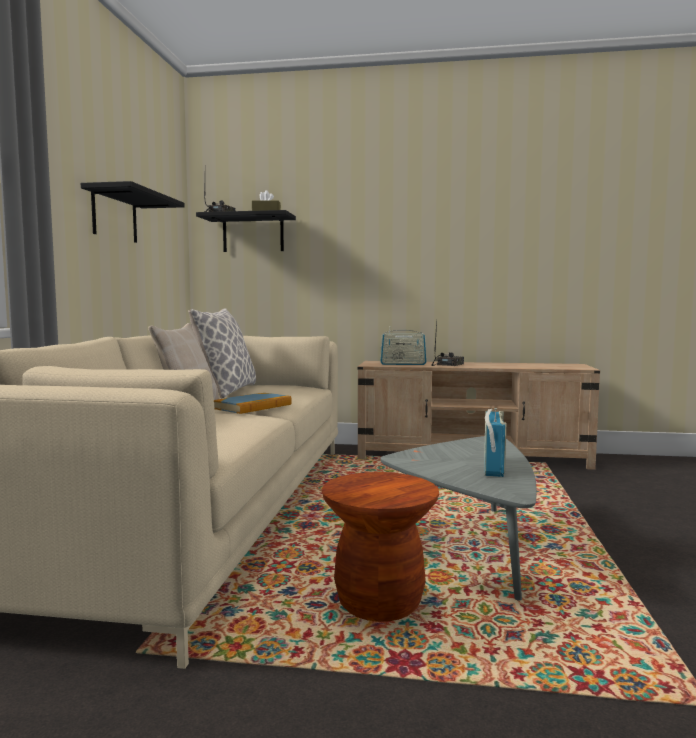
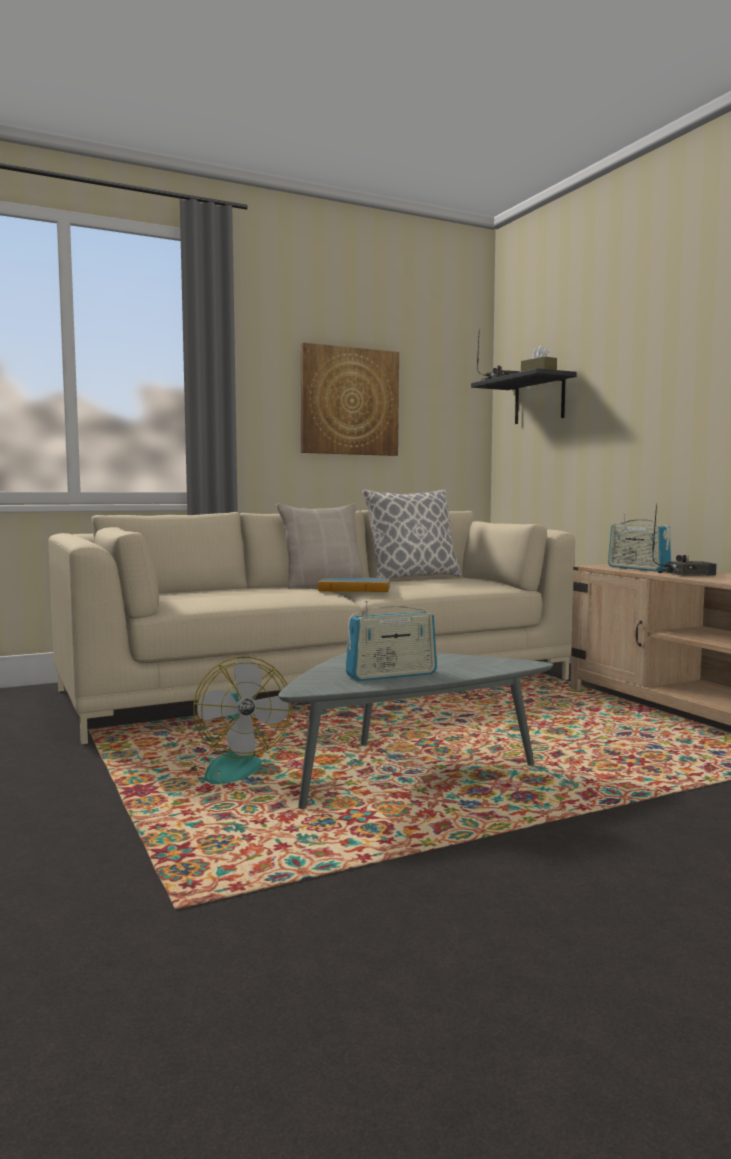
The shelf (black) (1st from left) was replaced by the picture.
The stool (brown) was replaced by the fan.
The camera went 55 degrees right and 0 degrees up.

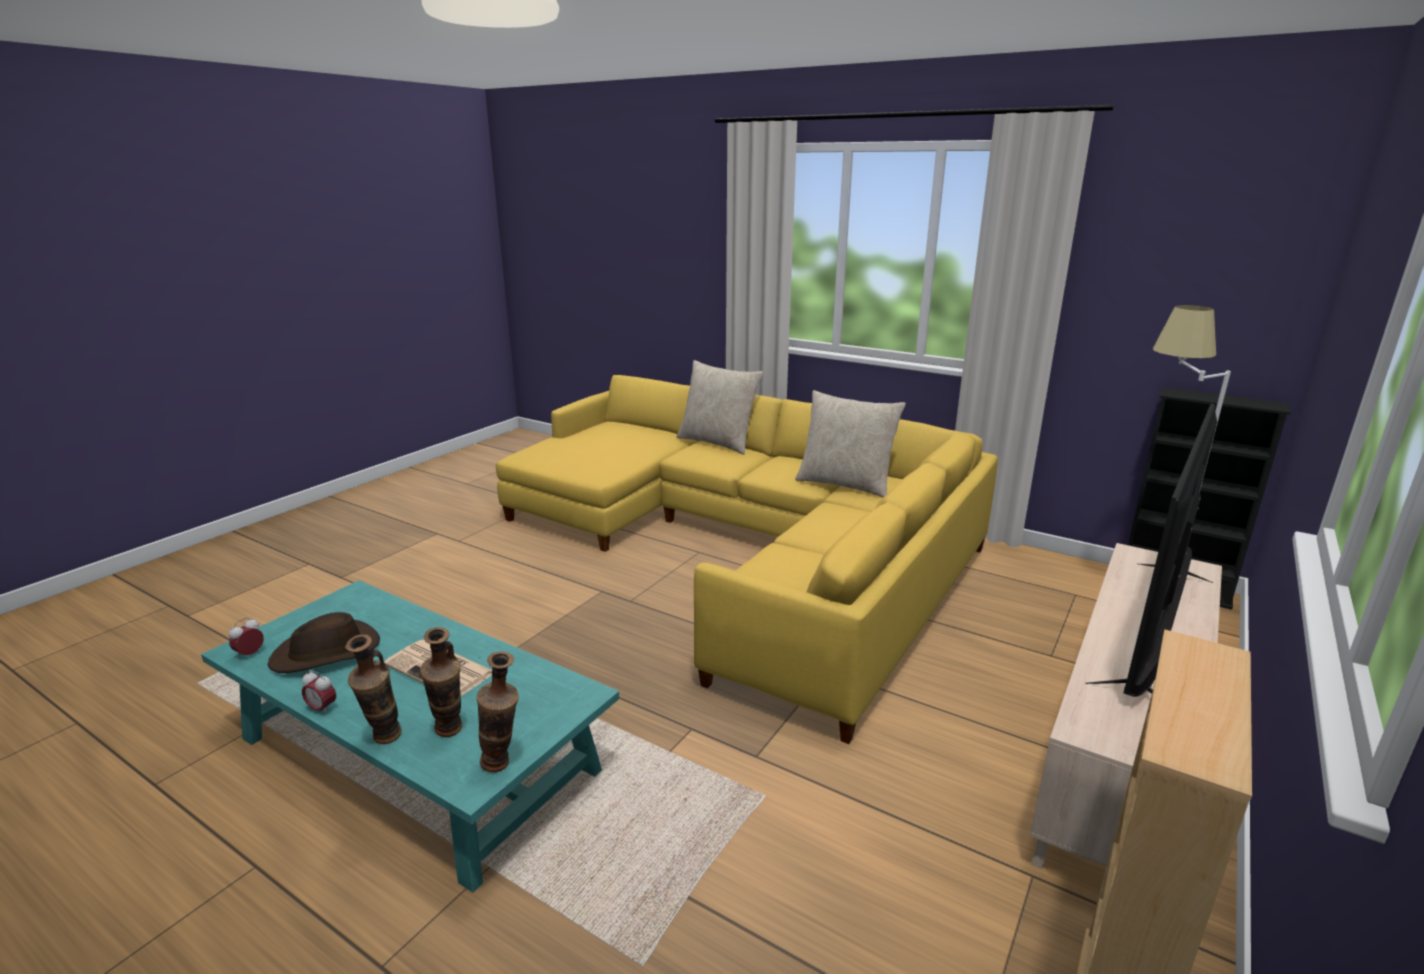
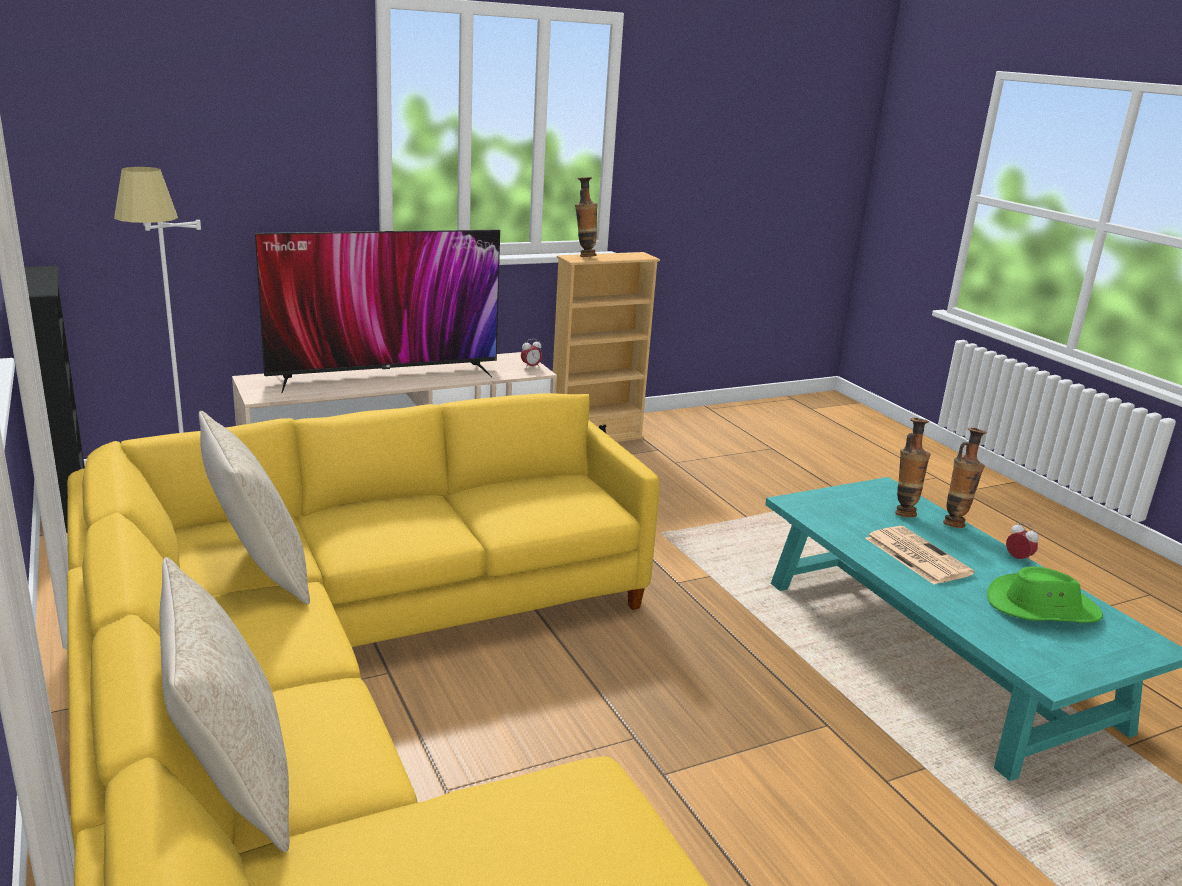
The alarm clock (1st from left) moved.
The hat (brown) became the hat (green).
The vase (3rd from left in the first image) moved.
The camera went 150 degrees left and 0 degrees up.

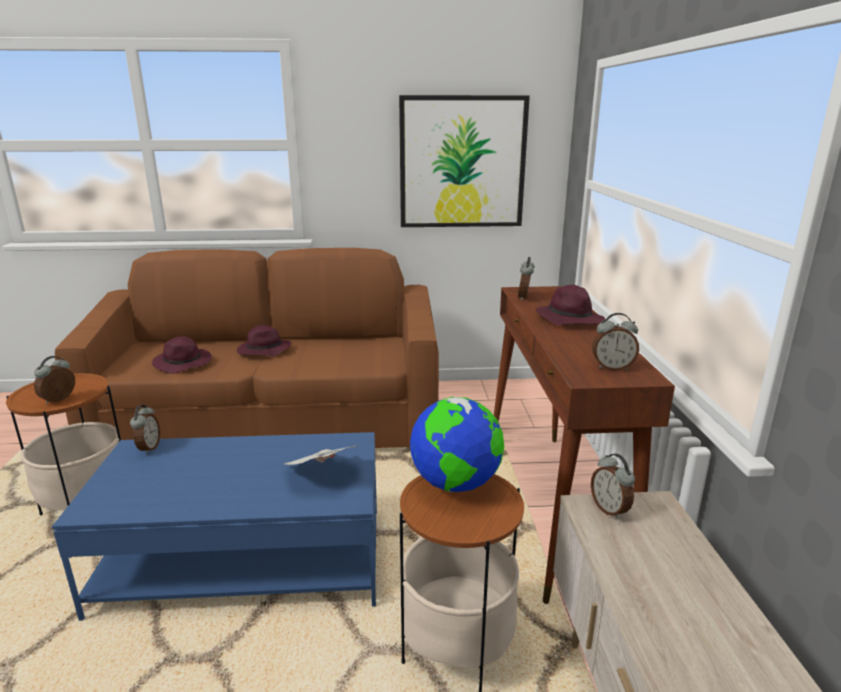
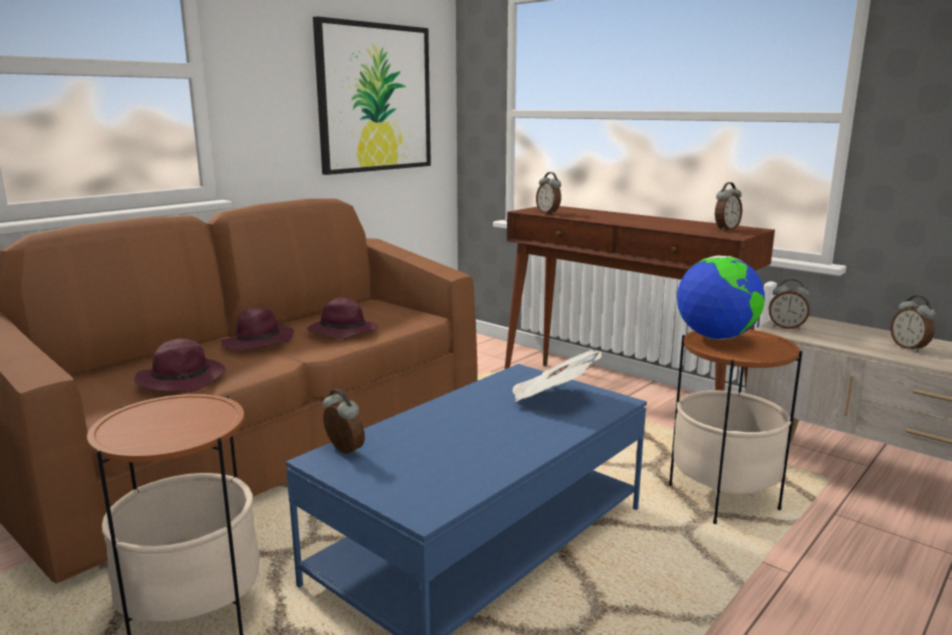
The alarm clock (1st from left in the first image) moved.
The hat (purple) (3rd from left) moved.
The camera went 45 degrees left and 5 degrees down.

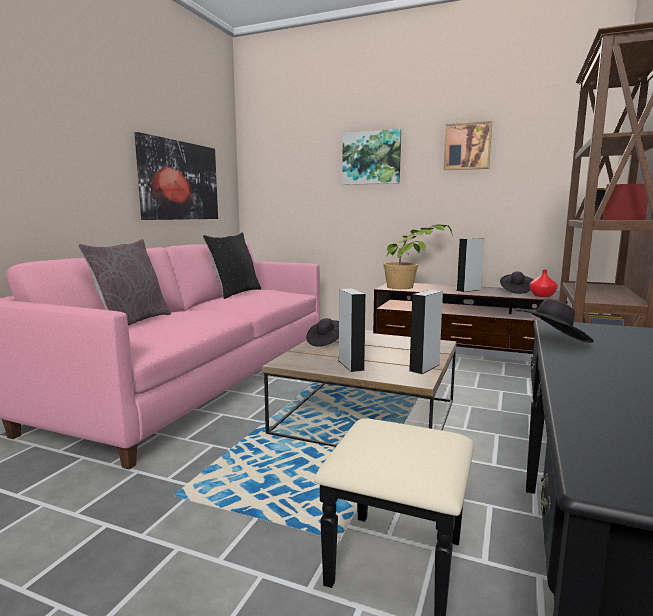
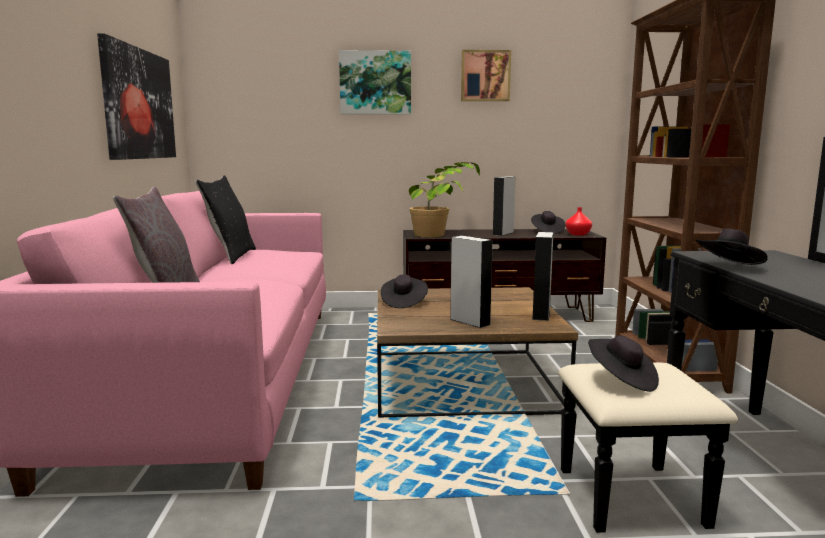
The hat (black) (3rd from left) appeared.
The camera went 25 degrees left and 0 degrees up.

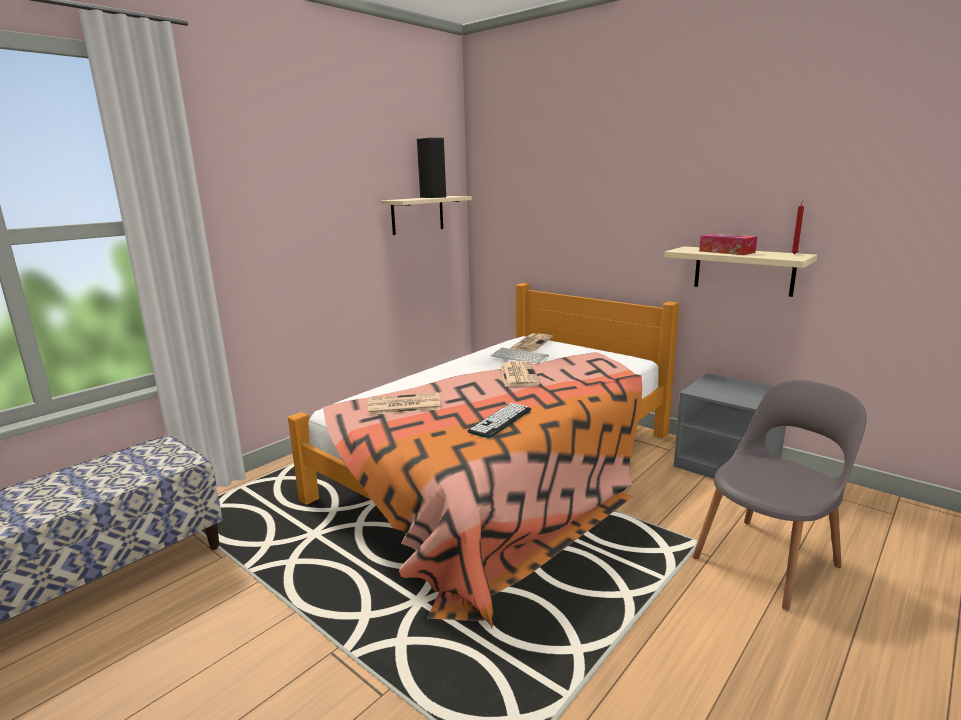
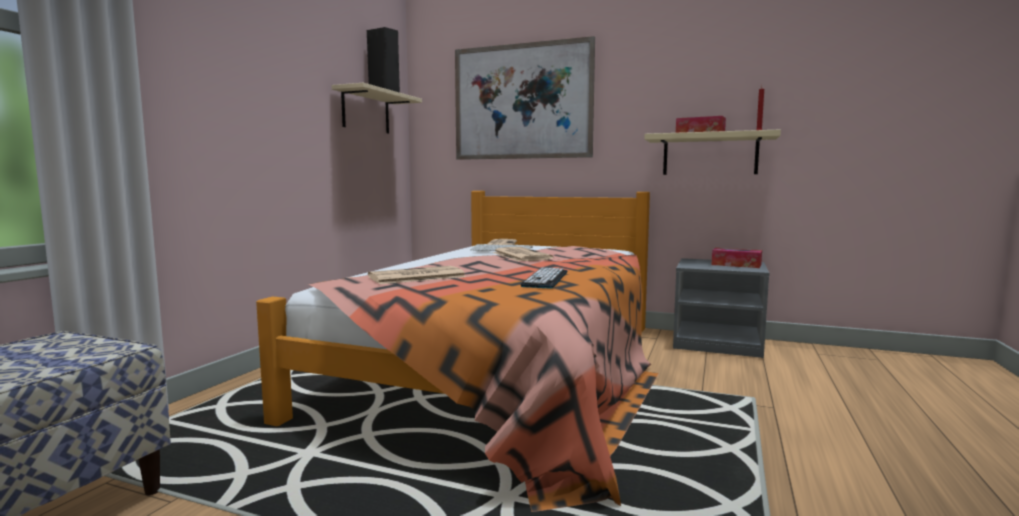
The chair (grey) disappeared.
The picture appeared.
The tissue box (2nd from left) appeared.
The camera went 20 degrees left and 10 degrees down.

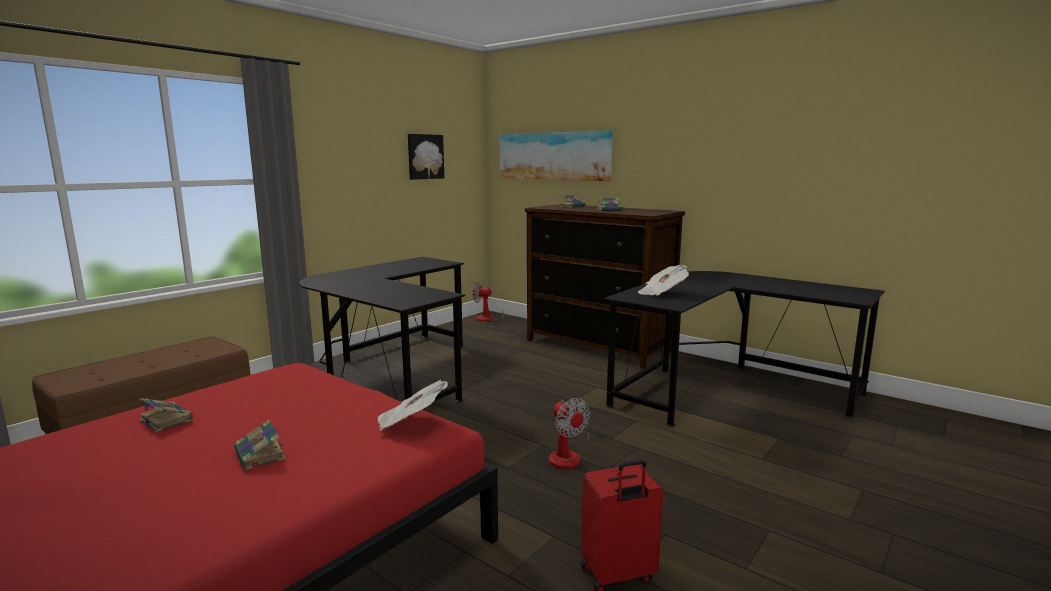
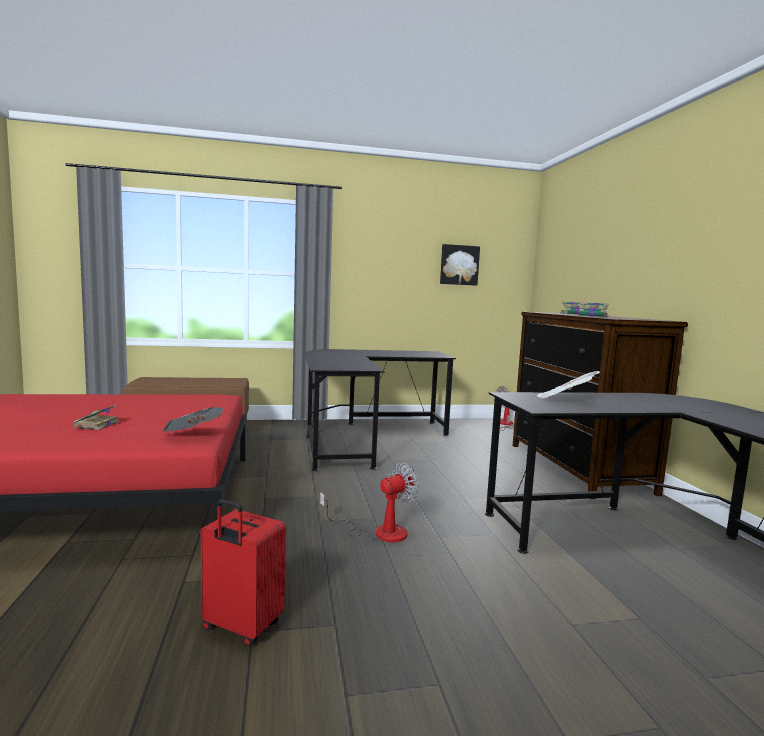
The book (1st from left) disappeared.
The picture (2nd from left) disappeared.
The fan (2nd from left in the first image) turned 135 degrees counterclockwise.
The camera went 40 degrees right and 5 degrees down.

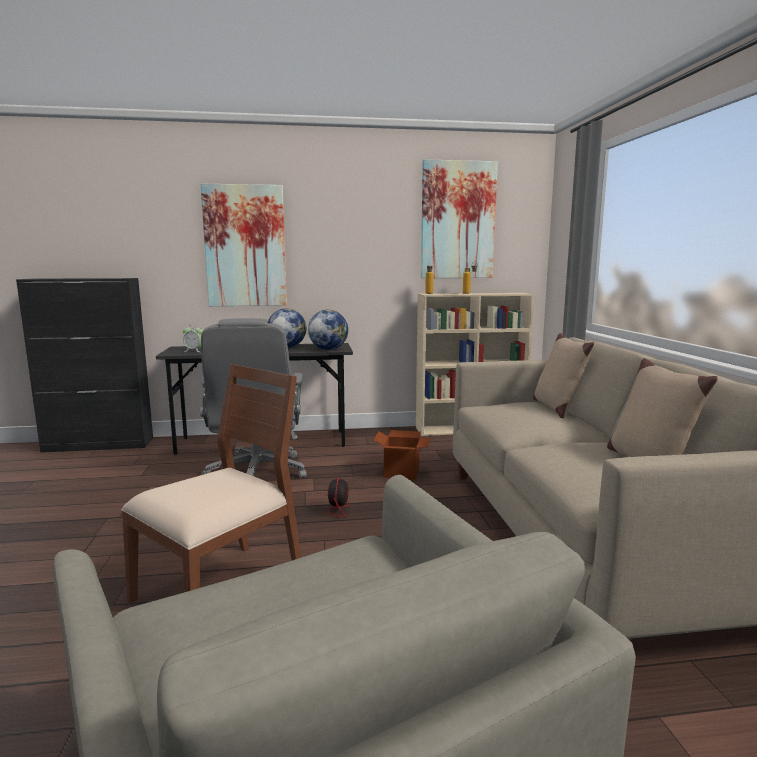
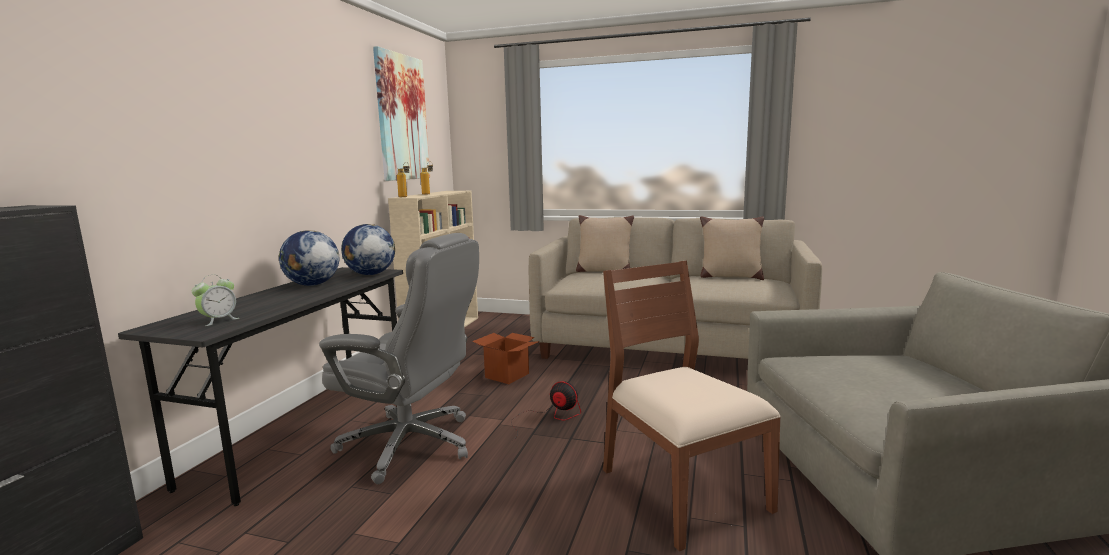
The picture (1st from left) disappeared.
The camera went 65 degrees left and 0 degrees up.

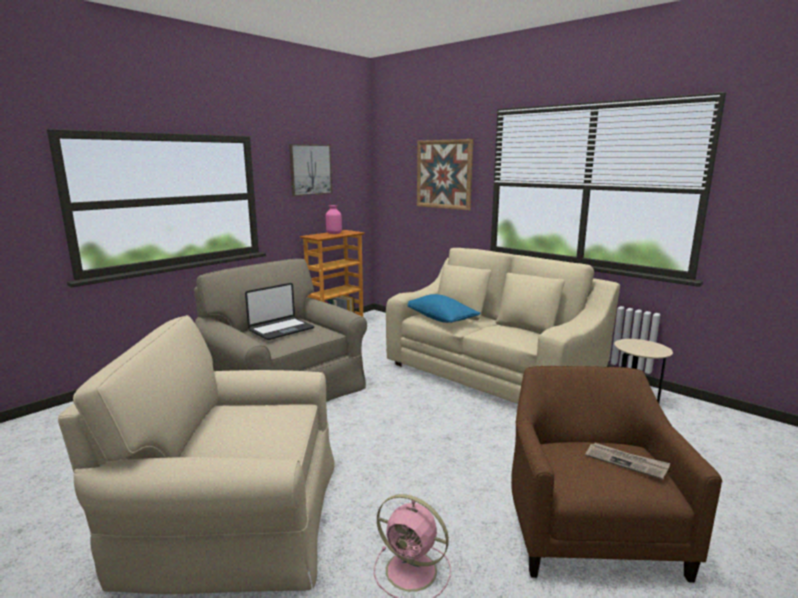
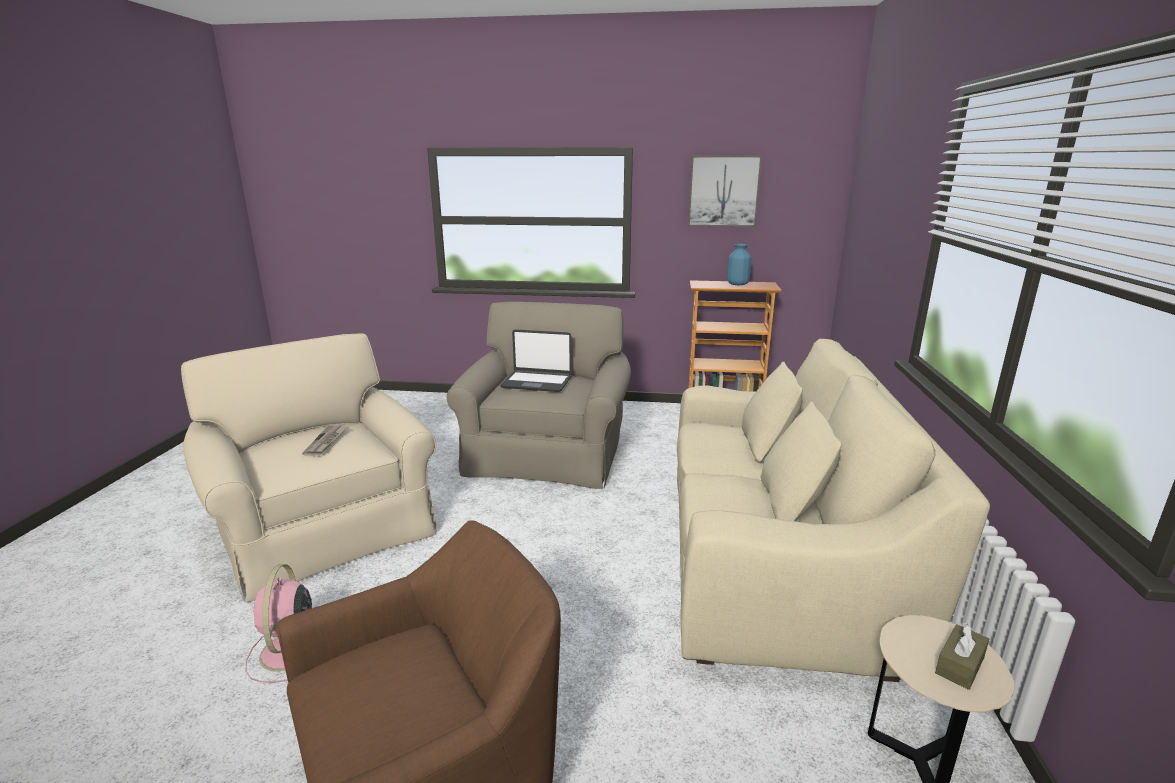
The vase (pink) became the vase (blue).
The pillow (blue) disappeared.
The picture (2nd from left) disappeared.
The newspaper moved.
The tissue box (brown) appeared.
The camera went 55 degrees right and 5 degrees up.

